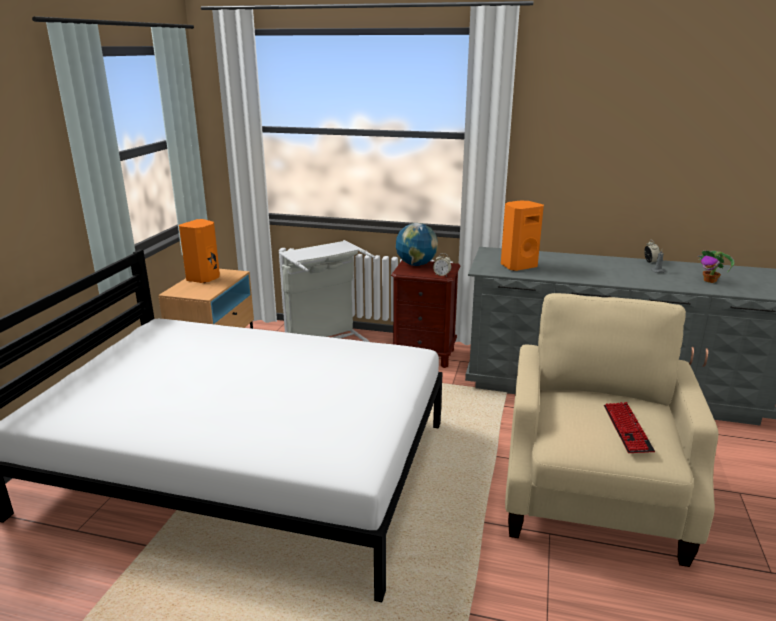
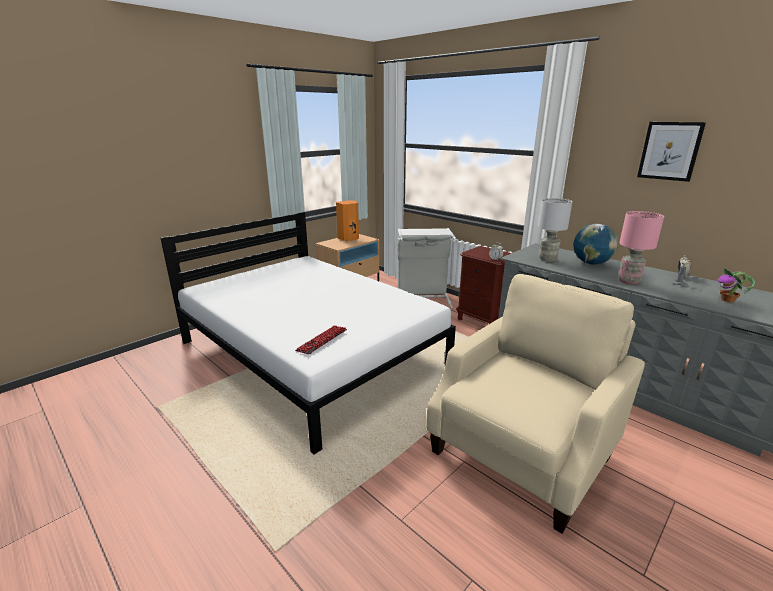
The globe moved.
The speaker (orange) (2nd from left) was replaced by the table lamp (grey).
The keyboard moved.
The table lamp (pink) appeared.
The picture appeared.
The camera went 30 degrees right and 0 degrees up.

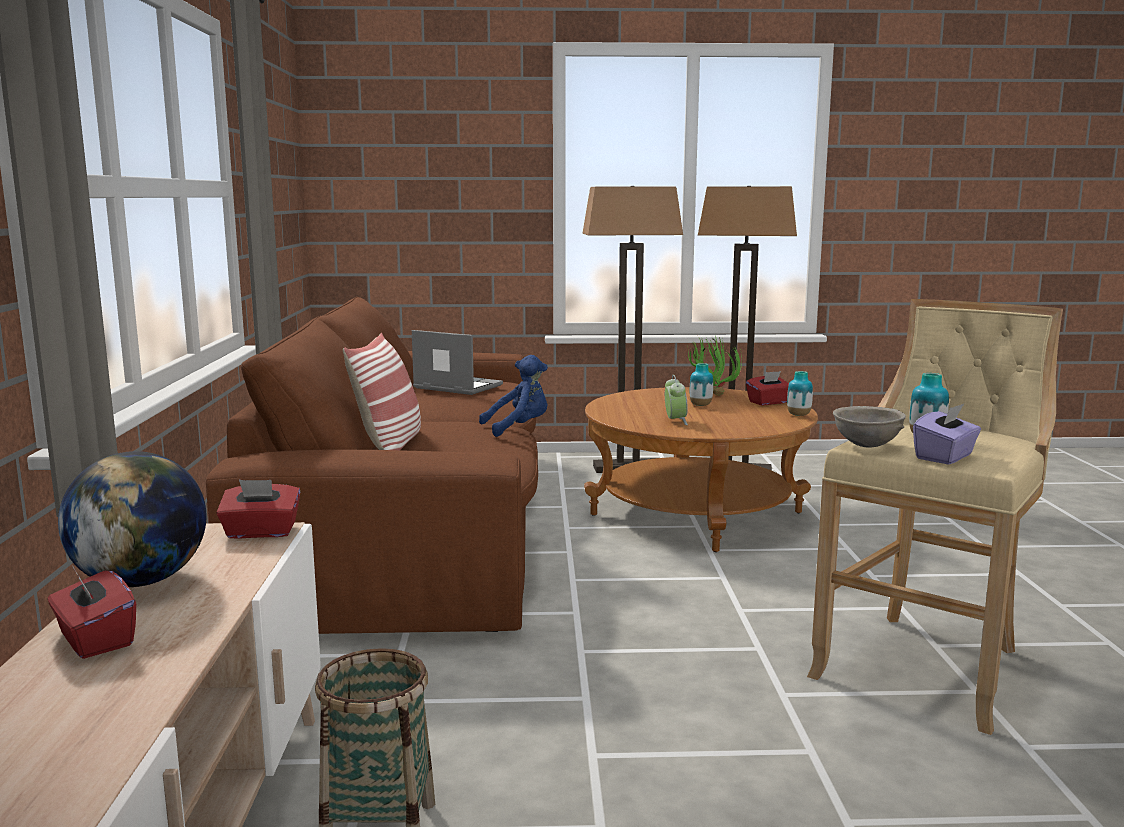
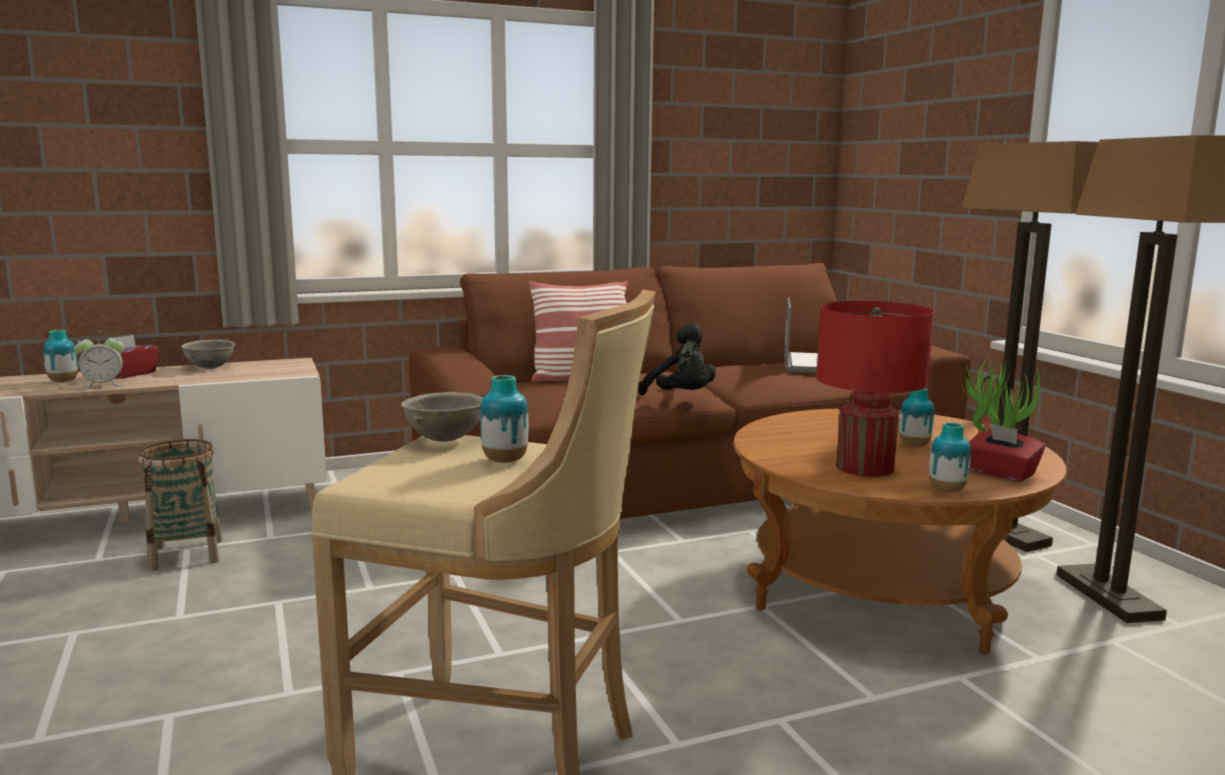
The globe was replaced by the bowl (grey) (1st from left).
The tissue box (red) (2nd from left) disappeared.
The plush toy (blue) became the plush toy (black).
The alarm clock moved.
The tissue box (purple) disappeared.
The vase (1st from left) appeared.
The table lamp (red) appeared.
The camera went 70 degrees right and 0 degrees up.

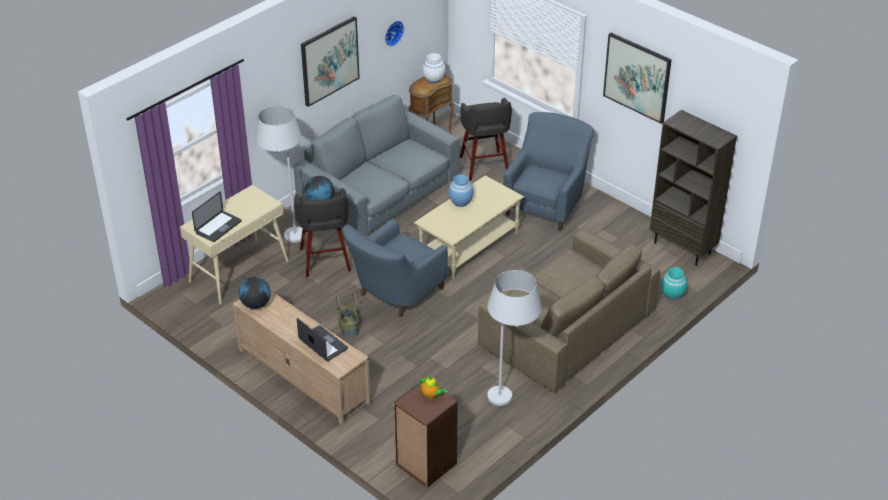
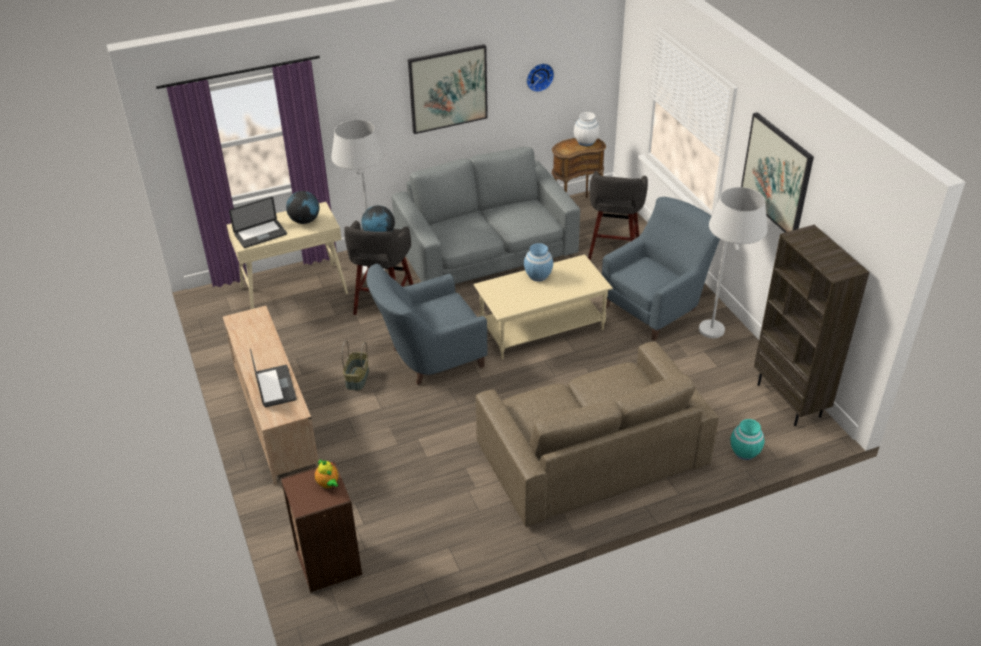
The globe (1st from left) moved.
The floor lamp (white) (2nd from left) moved.
The camera went 25 degrees right and 0 degrees up.

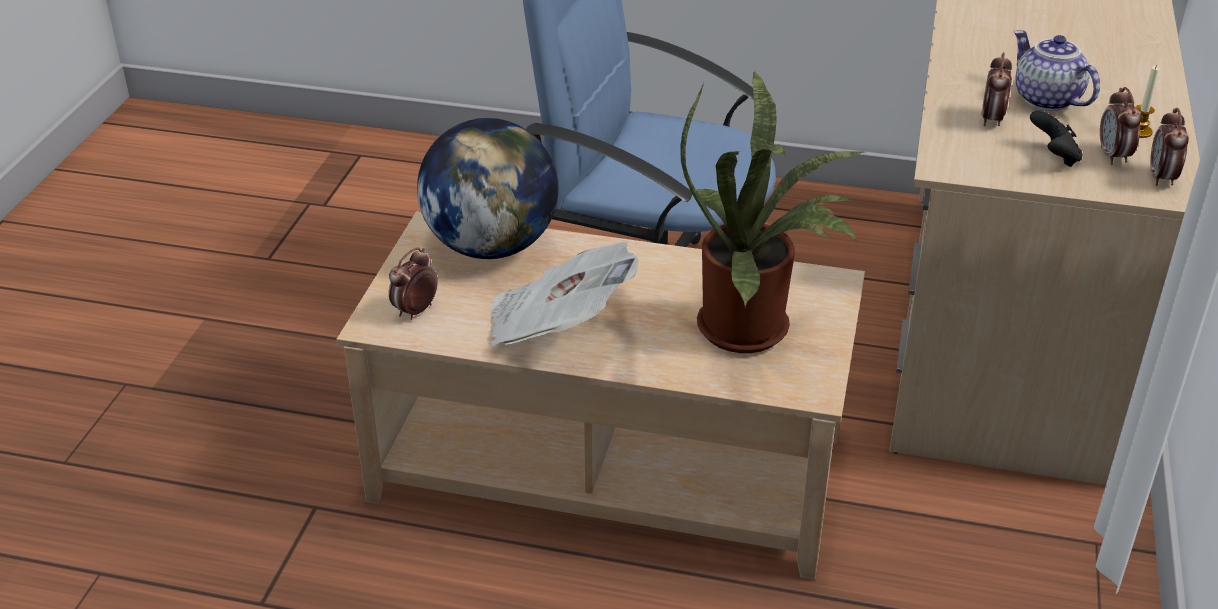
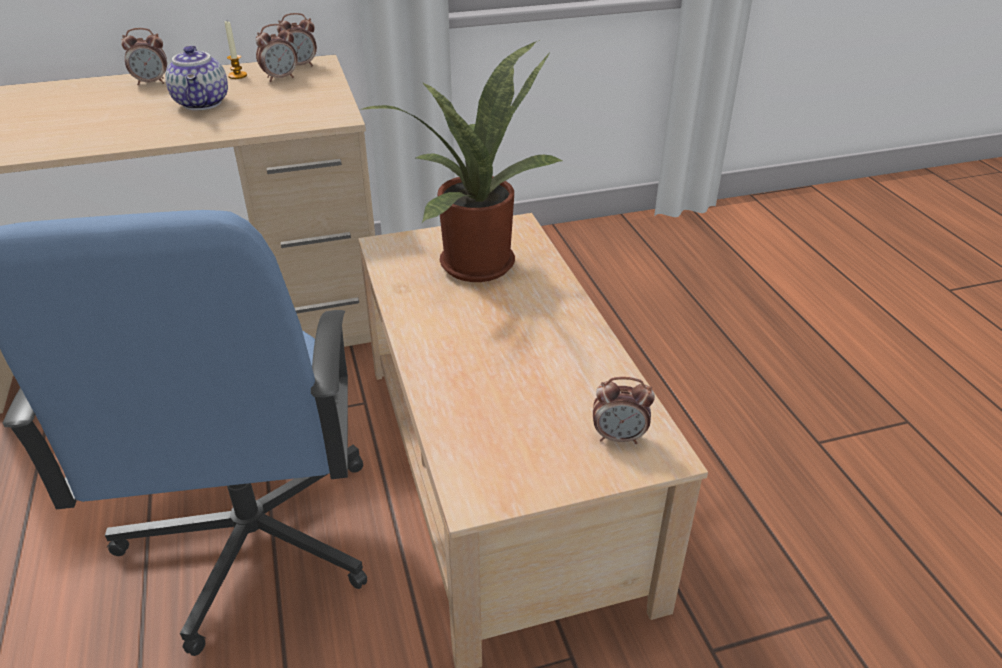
The globe disappeared.
The newspaper disappeared.
The alarm clock (2nd from left in the first image) moved.
The teapot turned 45 degrees counterclockwise.
The game controller (black) disappeared.
The camera went 120 degrees left and 0 degrees up.

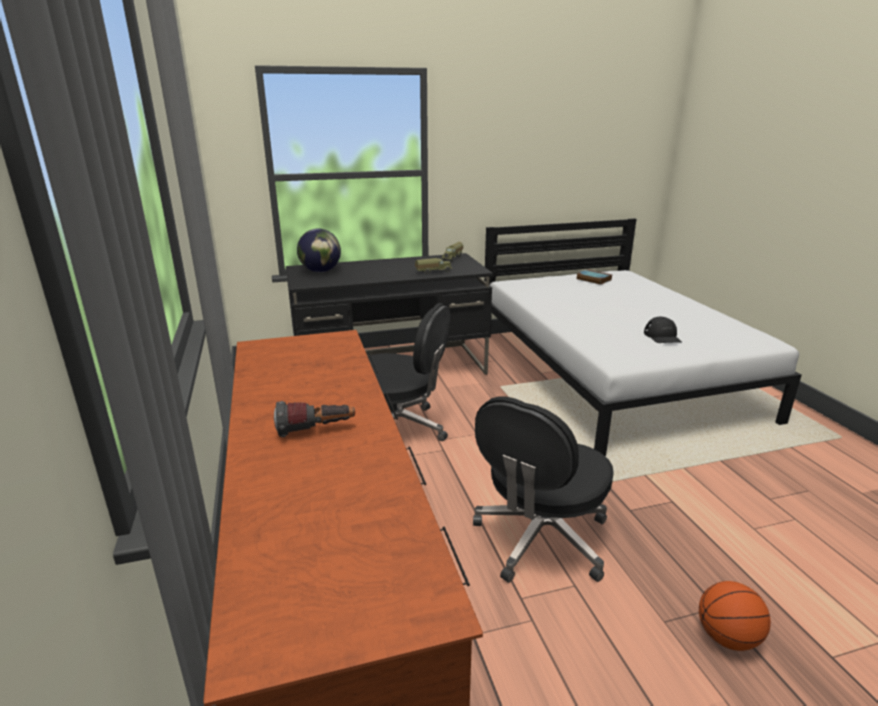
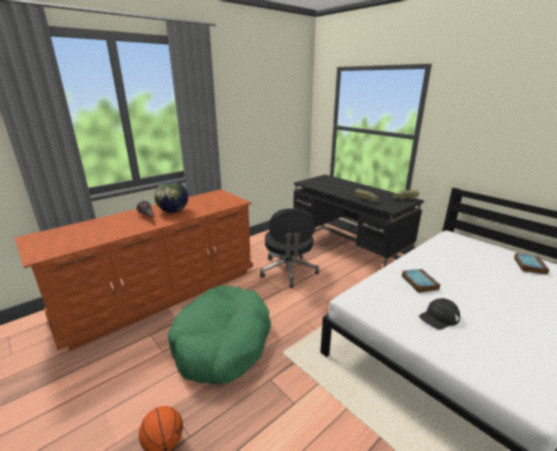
The globe moved.
The office chair (black) (2nd from left) was replaced by the dog bed (green).
The book (1st from left) appeared.
The camera went 65 degrees right and 0 degrees up.

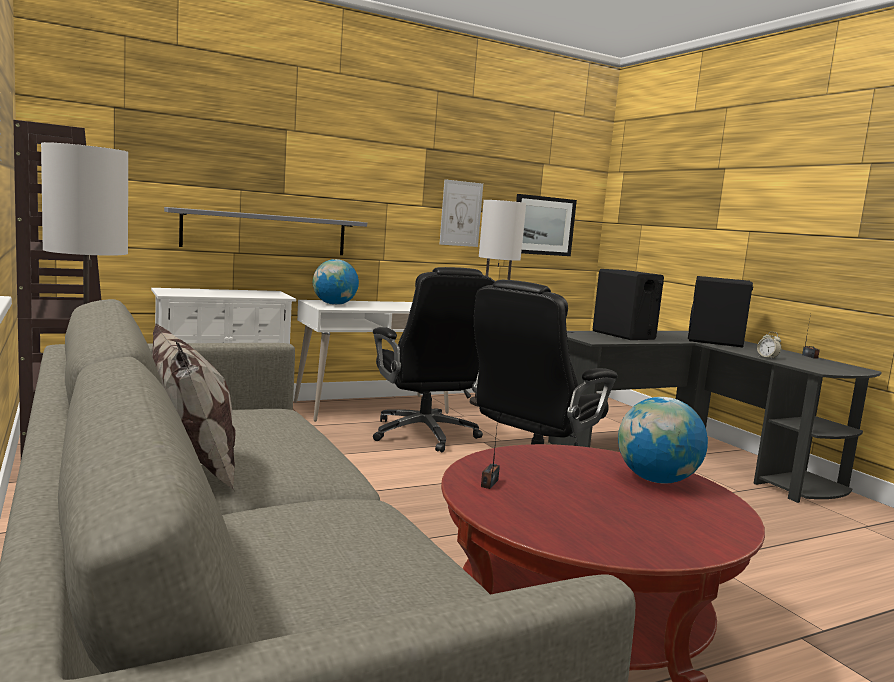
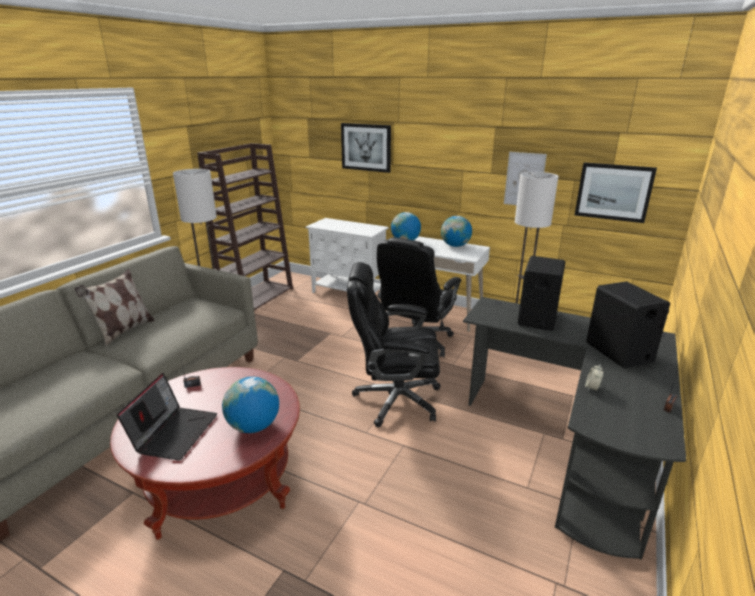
The shelf (grey) disappeared.
The laptop appeared.
The picture (1st from left) appeared.
The globe (3rd from left) appeared.
The camera went 55 degrees right and 15 degrees up.

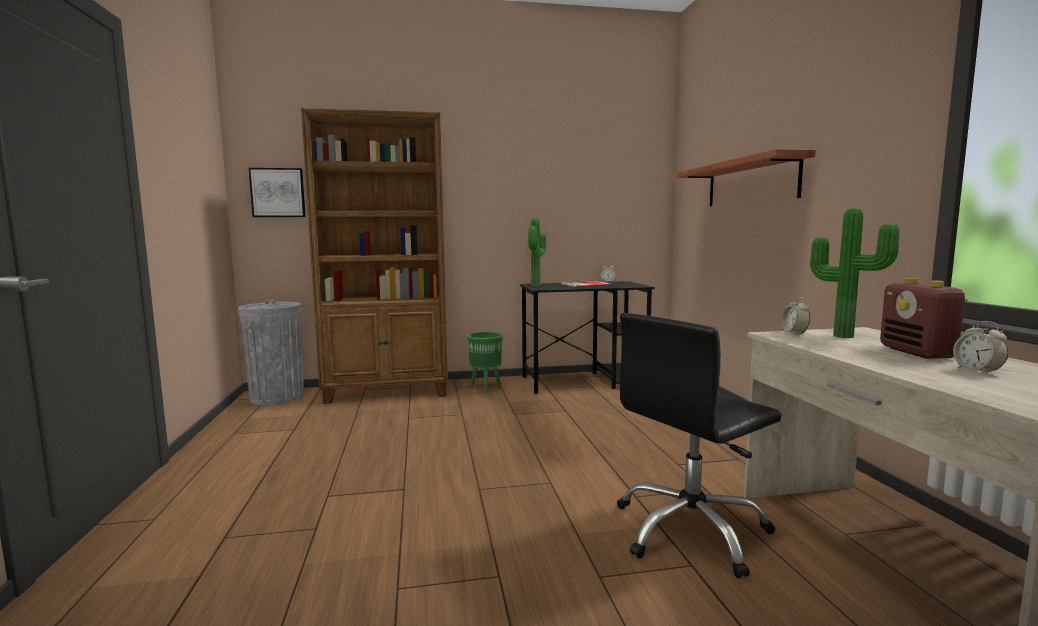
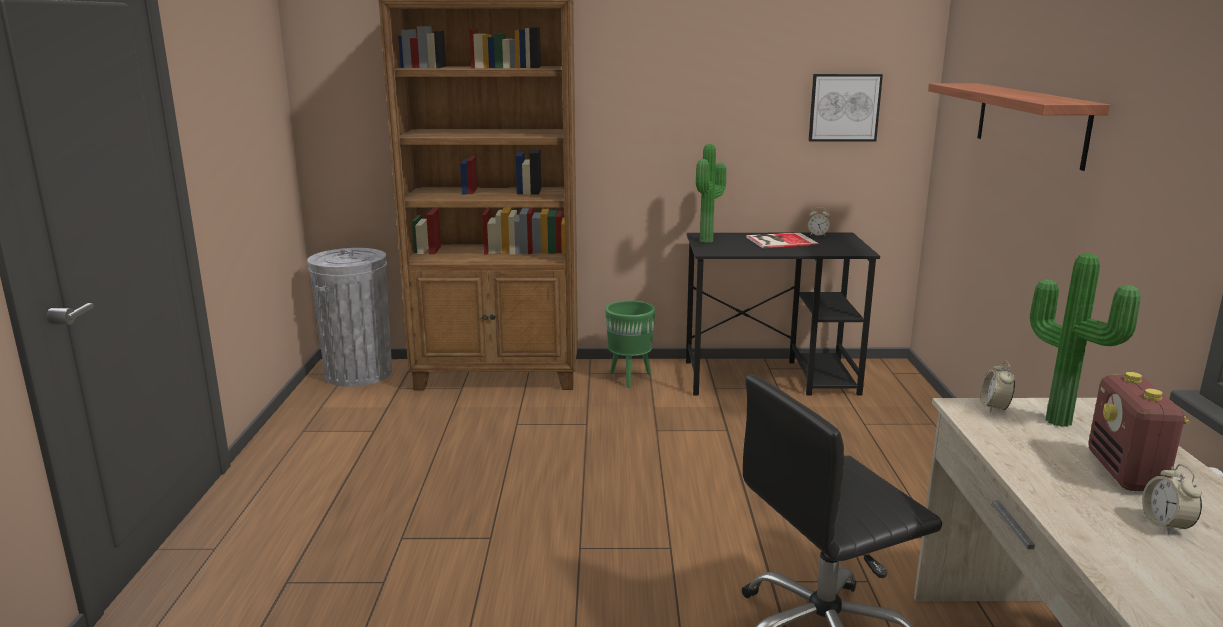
The picture moved.
The camera went 10 degrees right and 10 degrees up.

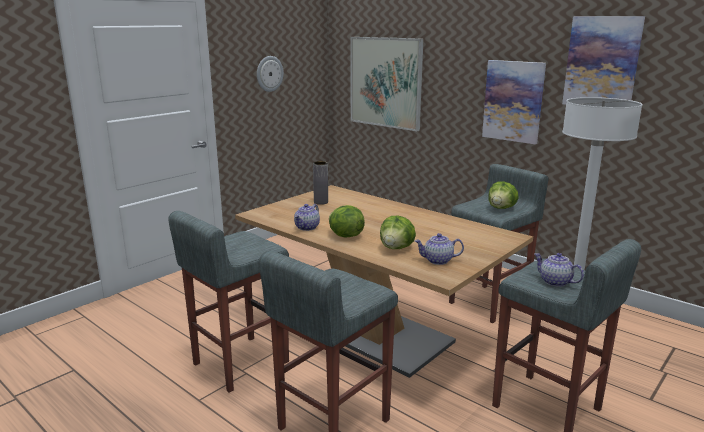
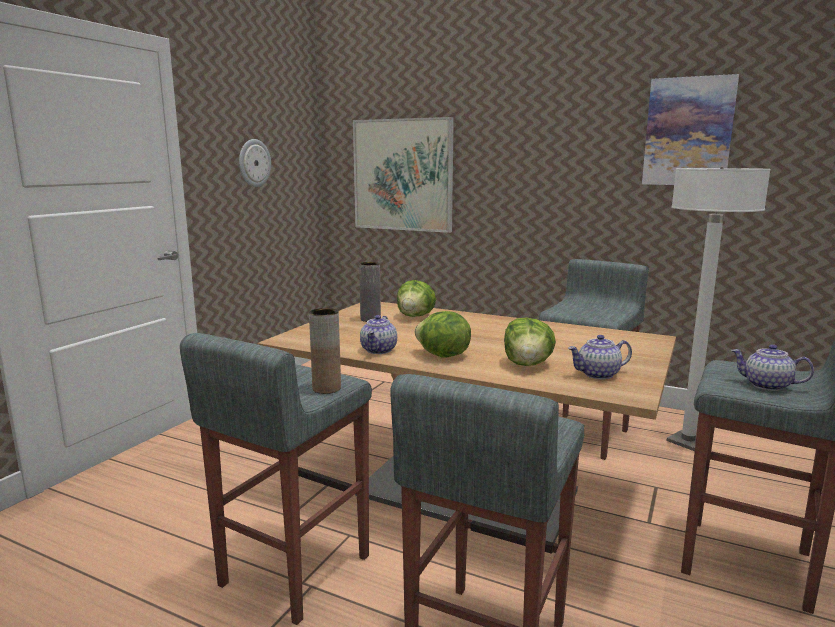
The picture (2nd from left) disappeared.
The lettuce (3rd from left in the first image) moved.
The vase (brown) appeared.
The camera went 15 degrees left and 5 degrees down.

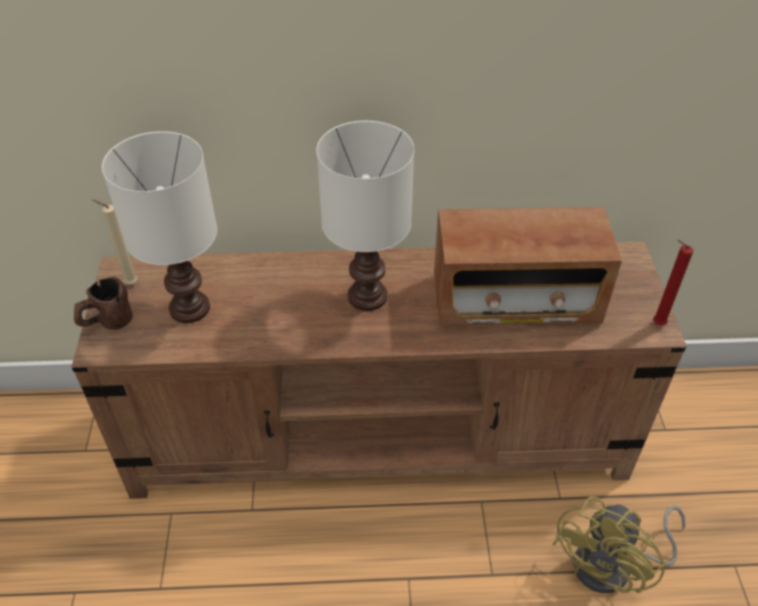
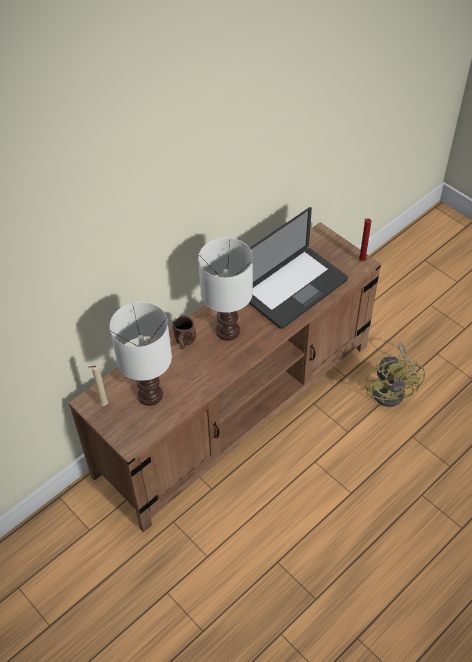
The mug (brown) moved.
The radio was replaced by the laptop.
The camera went 40 degrees left and 5 degrees up.

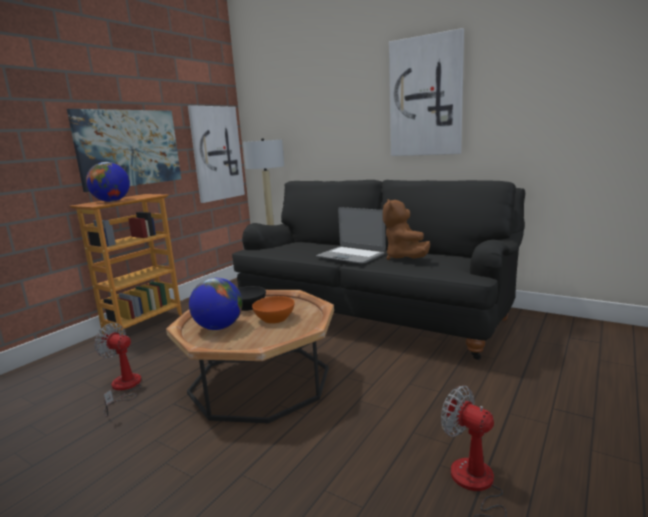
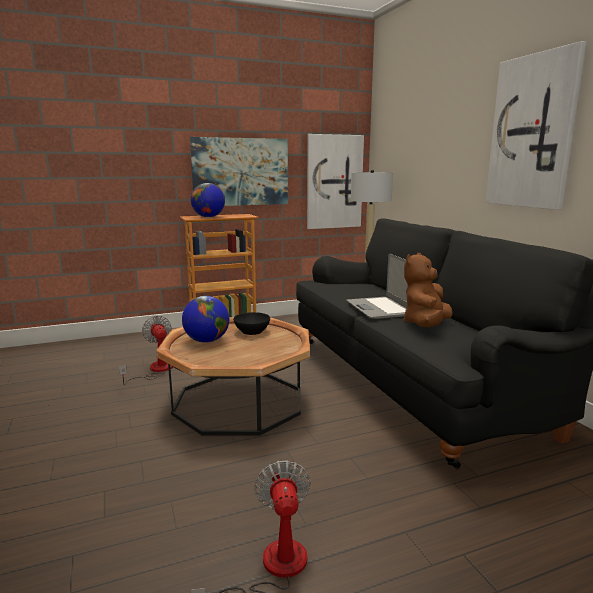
The bowl (orange) disappeared.
The camera went 35 degrees right and 0 degrees up.

